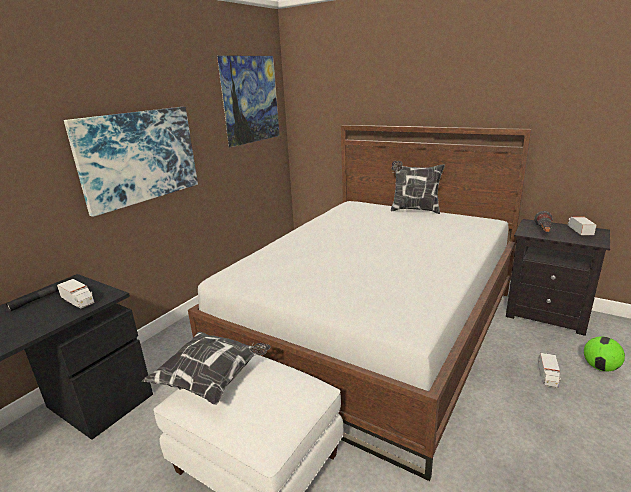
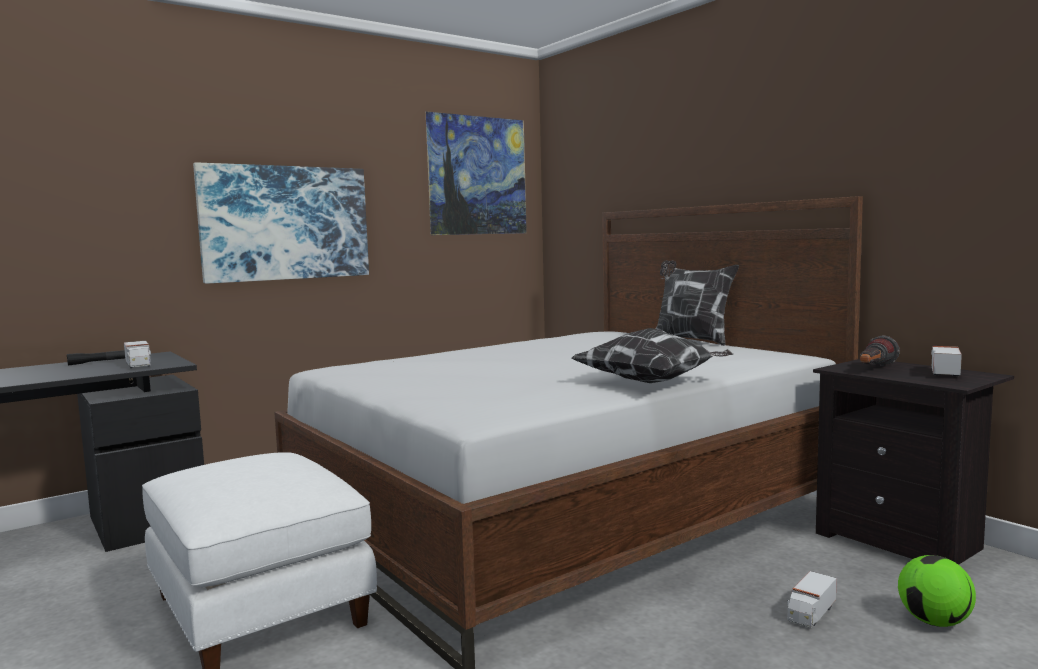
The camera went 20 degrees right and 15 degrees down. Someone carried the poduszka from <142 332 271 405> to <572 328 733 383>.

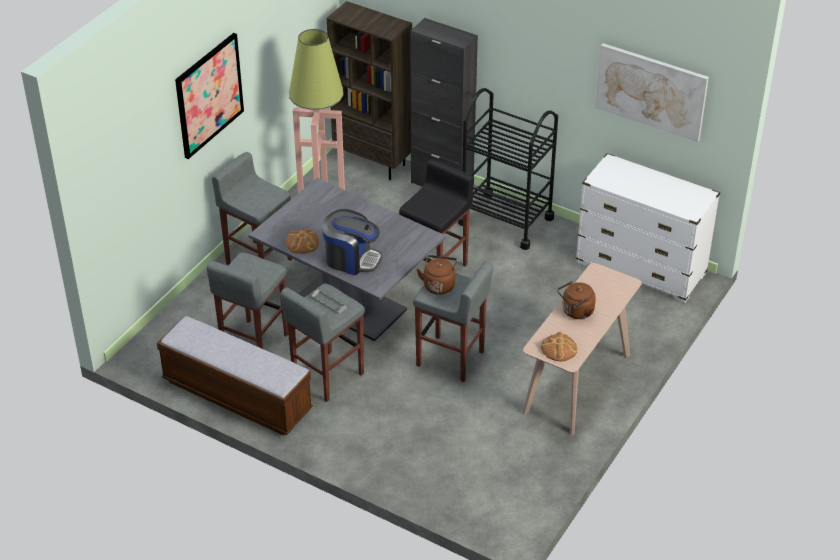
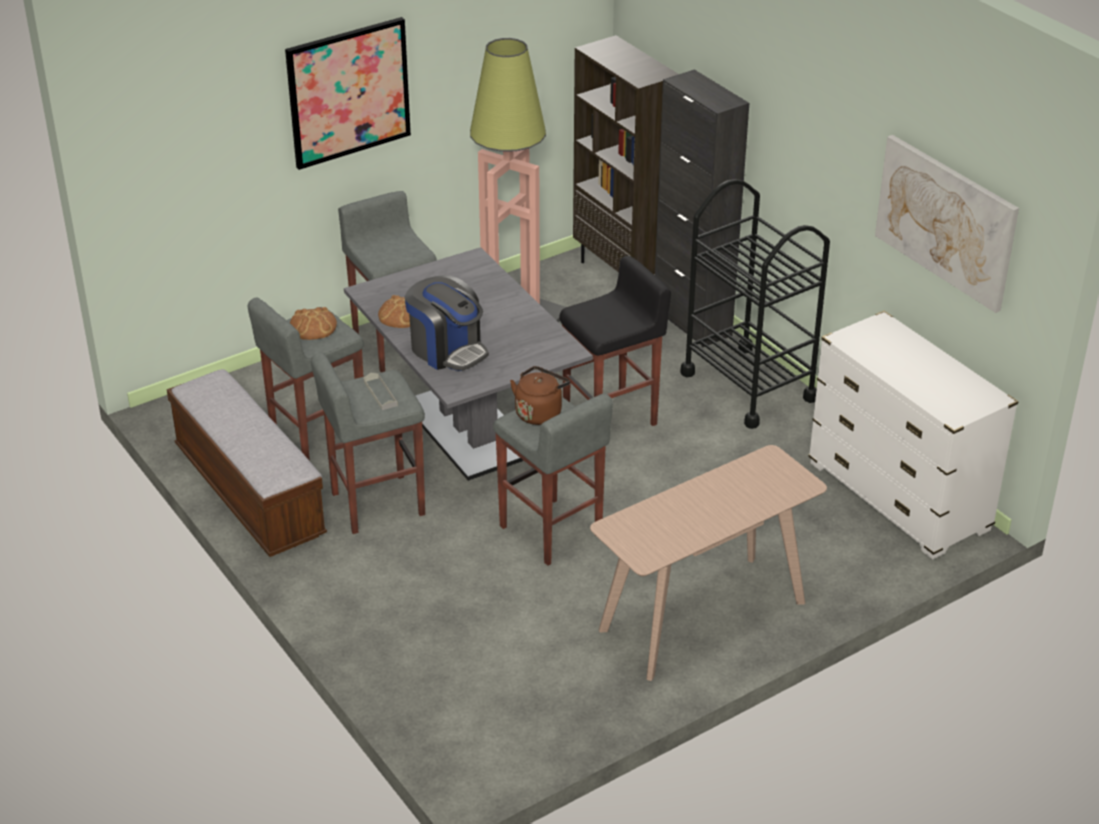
The camera went 25 degrees right and 5 degrees down. Someone took away the czajnik [brązowy] at <557 281 596 319>. Someone carried the chleb from <541 332 577 362> to <290 307 337 340>.

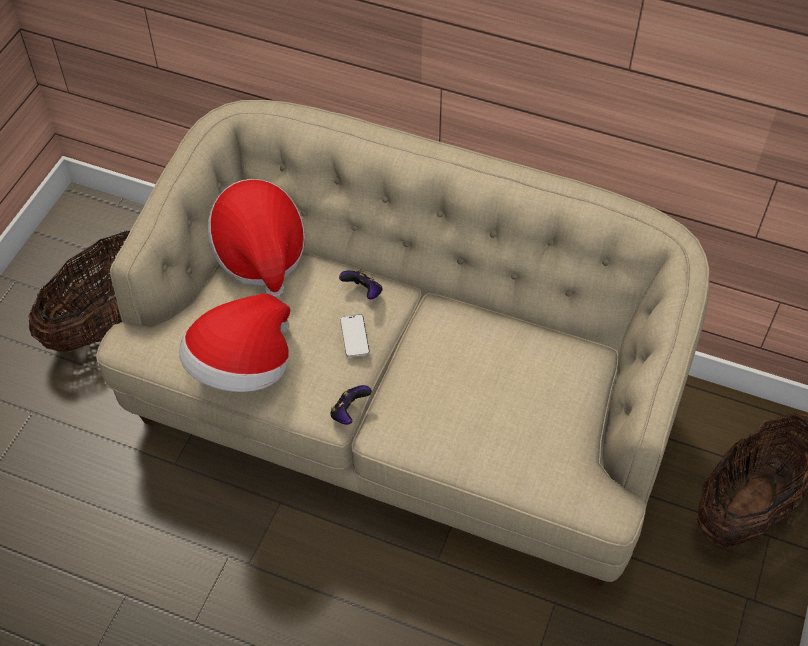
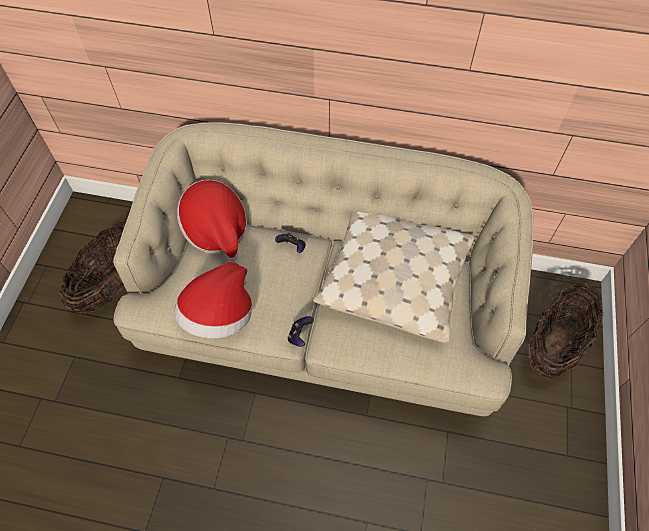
The camera went 10 degrees left and 5 degrees up. Someone took away the telefon at <340 314 369 357>. Someone put down the poduszka [beżowy] at <313 212 474 343>.

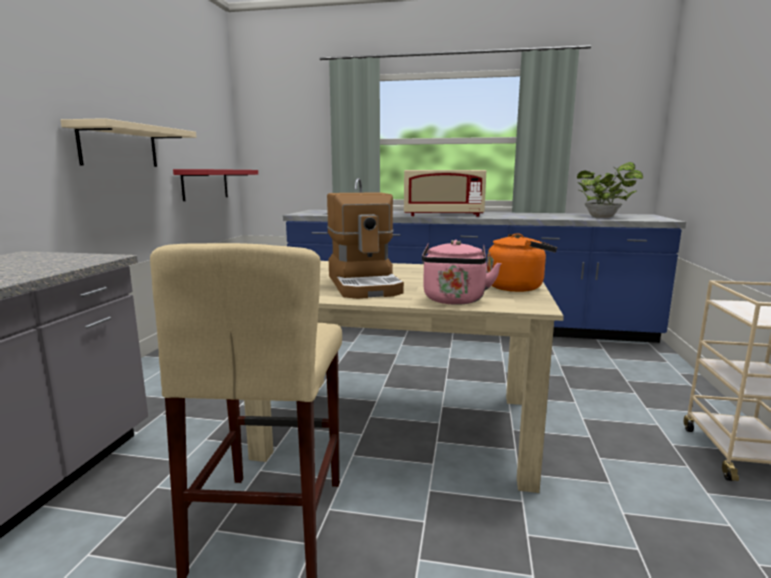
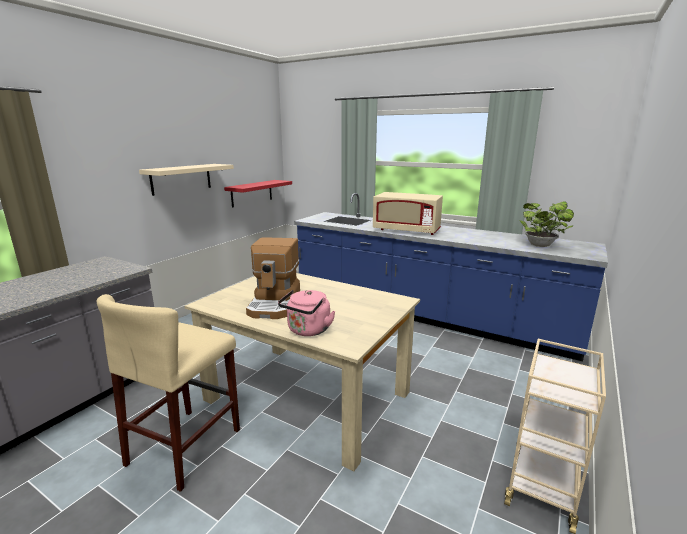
The camera went 20 degrees right and 5 degrees up. Someone took away the czajnik [pomarańczowy] at <487 233 557 292>.

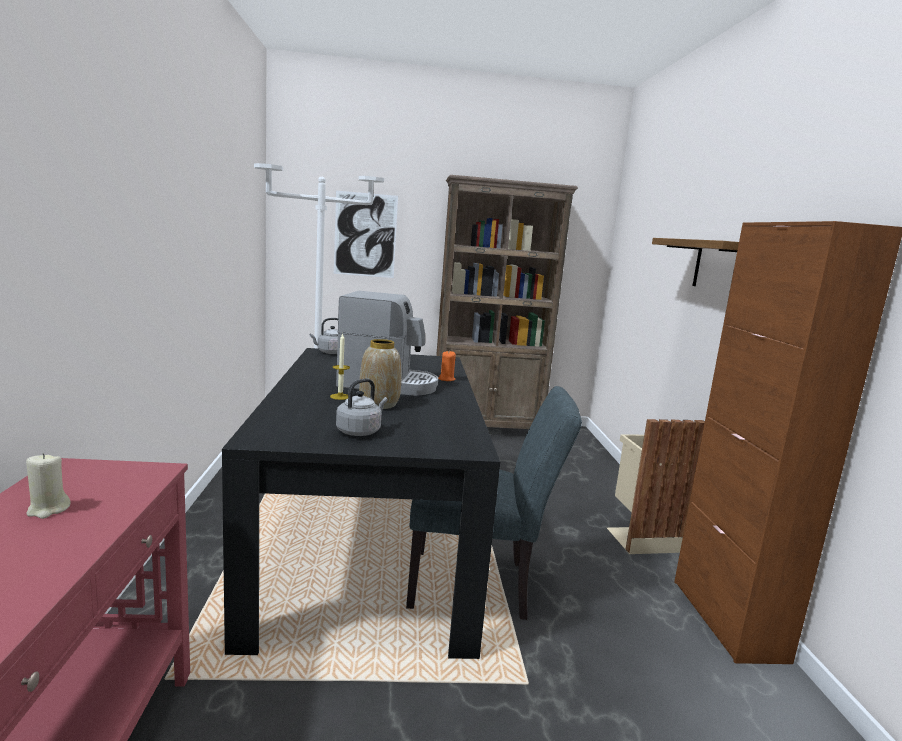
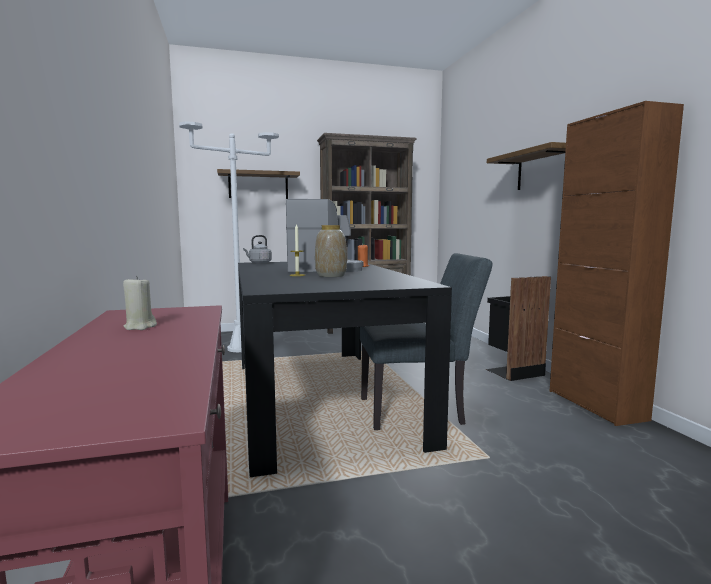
The camera went 10 degrees left and 5 degrees down. Someone took away the czajnik [szary] at <336 378 388 436>. Someone swapped the obraz at <334 191 398 278> for the półka at <217 169 300 199>. Someone repainted the kosz na śmieci [beżowy] at <607 419 705 554>, which became the kosz na śmieci [czarny] at <486 276 551 381>.

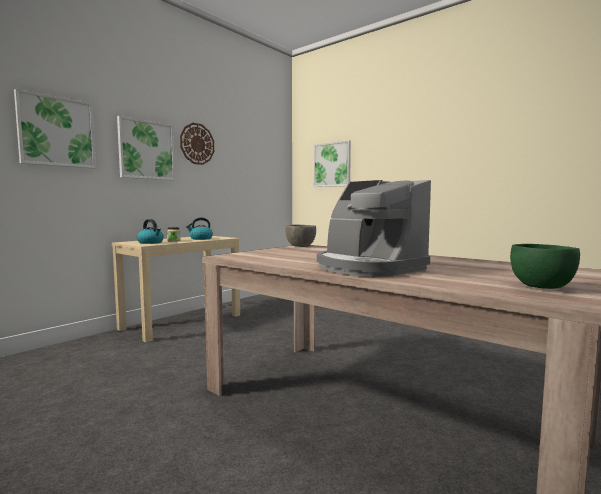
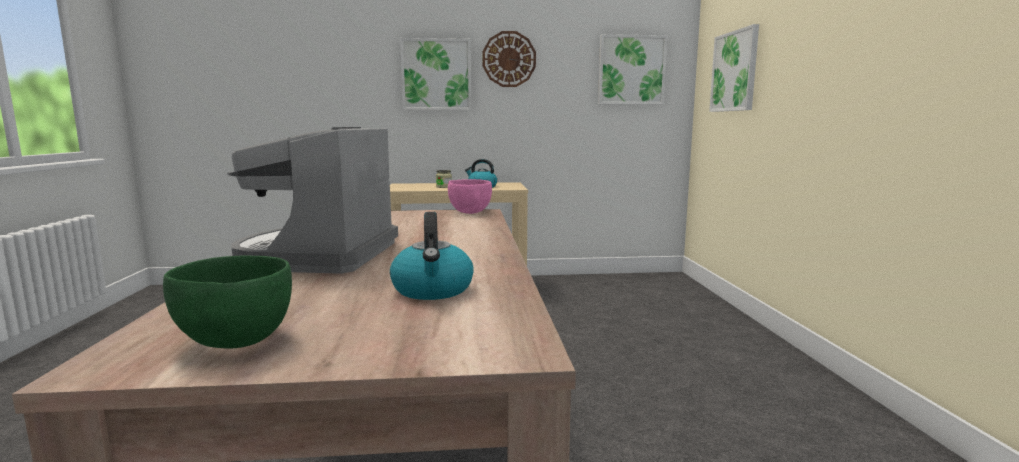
The camera went 45 degrees right and 5 degrees up. Someone carried the obraz from <14 89 96 168> to <598 34 667 105>. Someone carried the czajnik from <137 219 164 244> to <390 212 474 300>. Someone repainted the miska [szary] at <285 225 316 247>, which became the miska [różowy] at <448 179 492 214>.

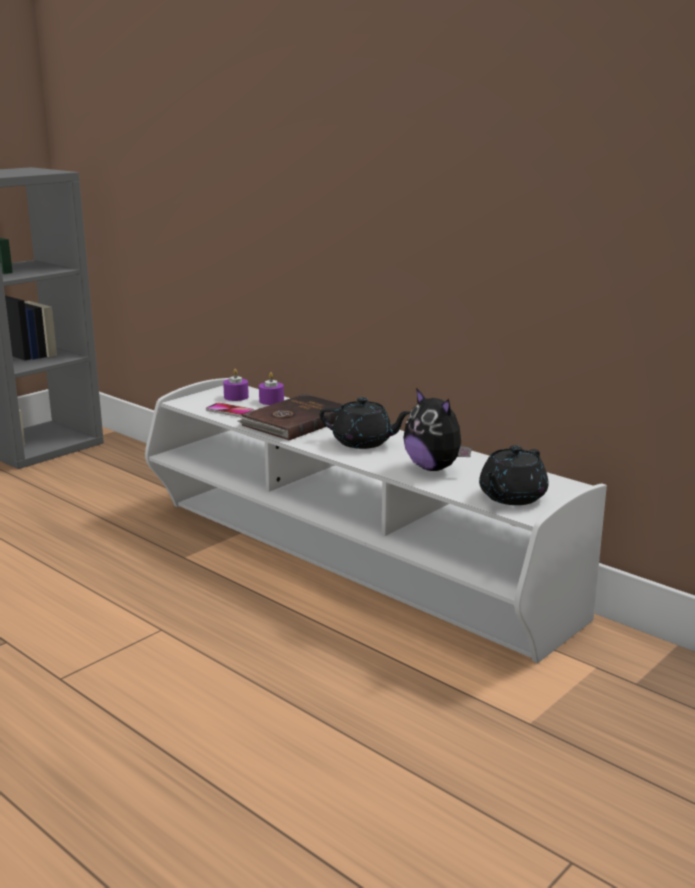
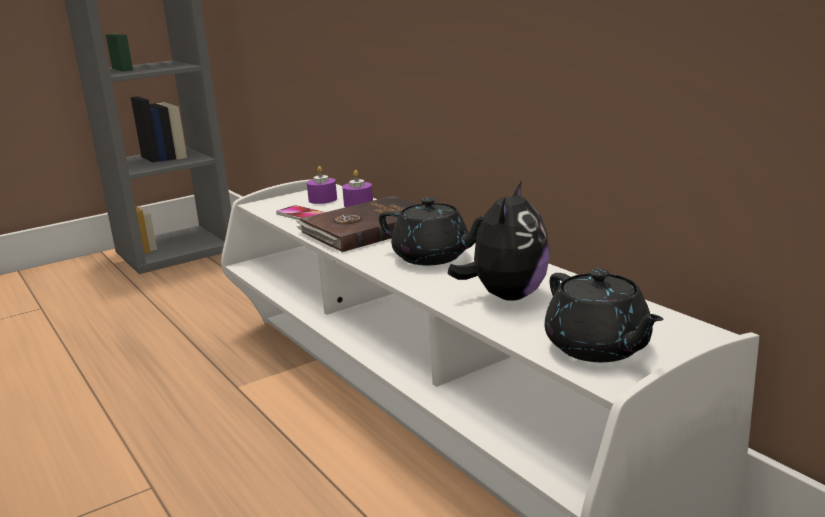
The camera went 15 degrees right and 0 degrees up. Someone rotated the pluszak at <403 388 472 471> by 135 degrees counterclockwise. Someone rotated the imbryk [czarny] at <479 445 548 505> by 75 degrees counterclockwise.

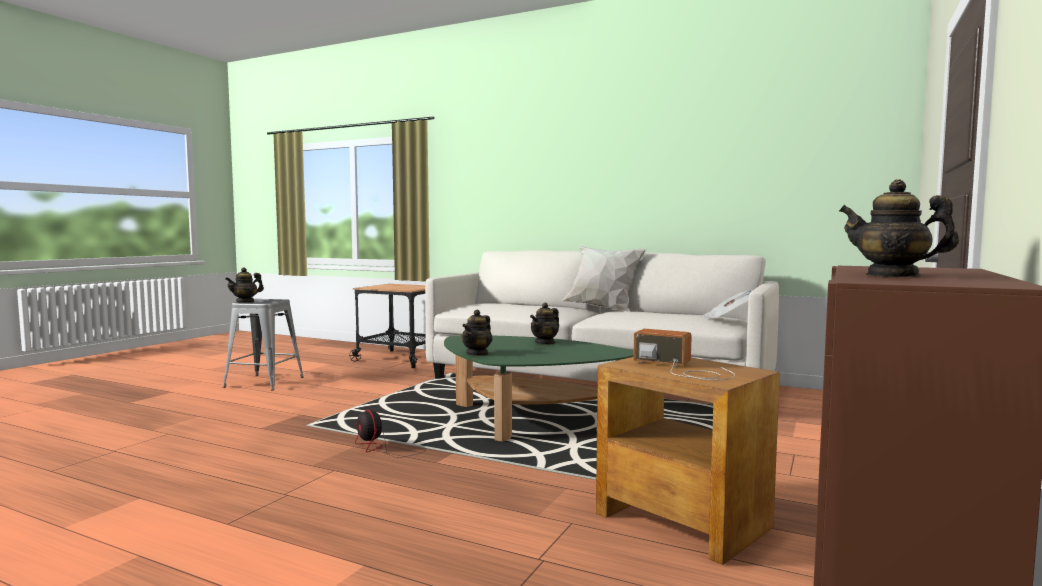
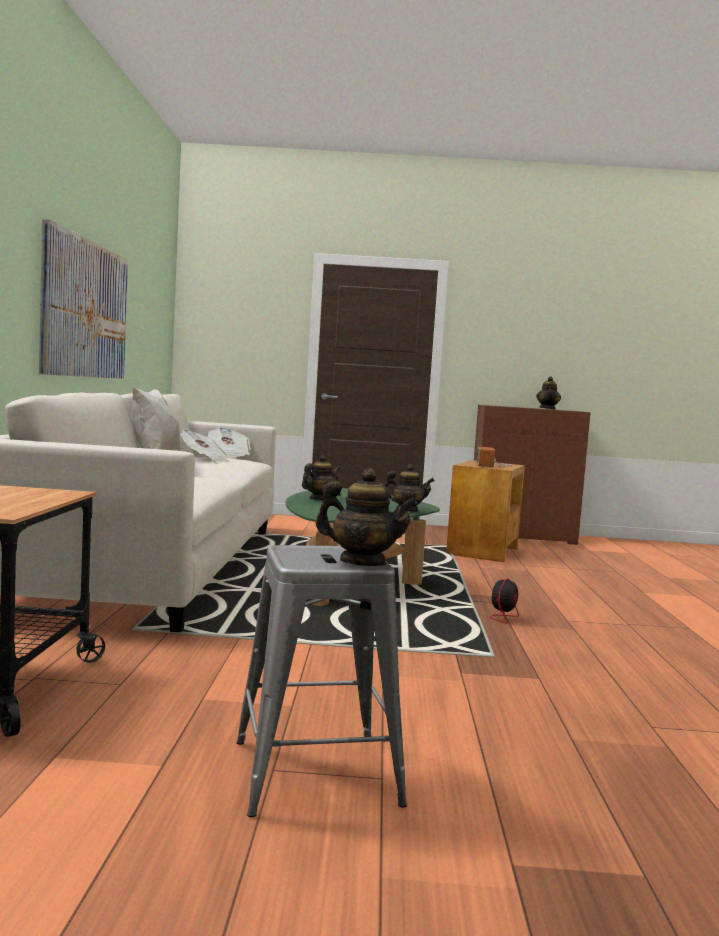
The camera went 115 degrees left and 0 degrees up. Someone put up the obraz at <39 219 128 379>. Someone put down the gazeta at <180 429 229 462>. Someone rotated the imbryk at <530 302 559 345> by 60 degrees counterclockwise.

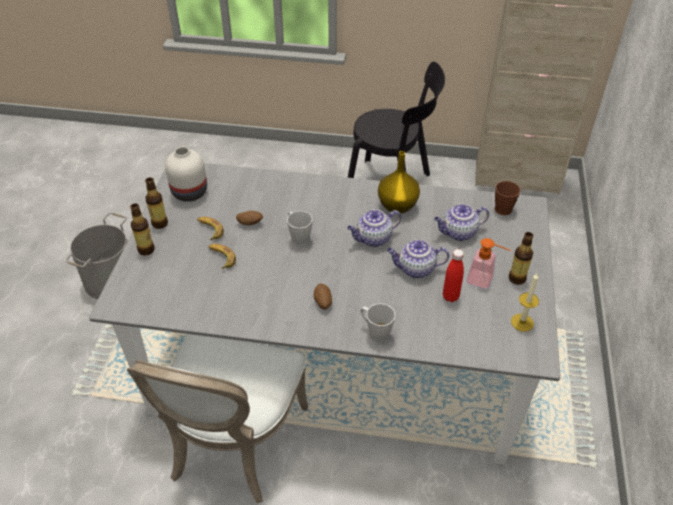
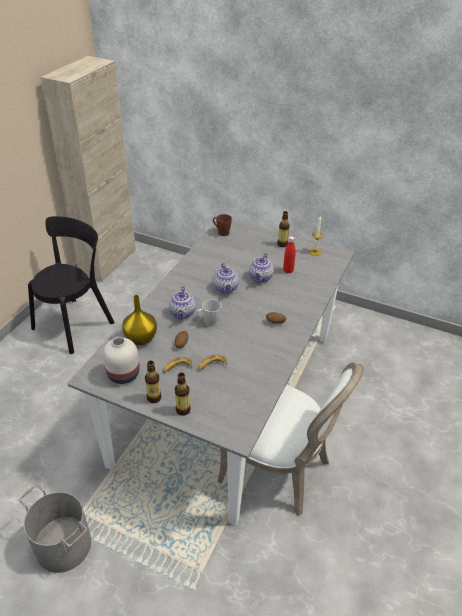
The camera went 75 degrees left and 5 degrees down. Someone took away the kubek [szary] at <361 303 396 343>. Someone took away the dozownik mydła at <466 238 510 289>. Someone carried the wazon [żółty] from <378 151 420 214> to <122 295 157 345>. Someone carried the imbryk from <434 204 489 241> to <169 286 196 320>.

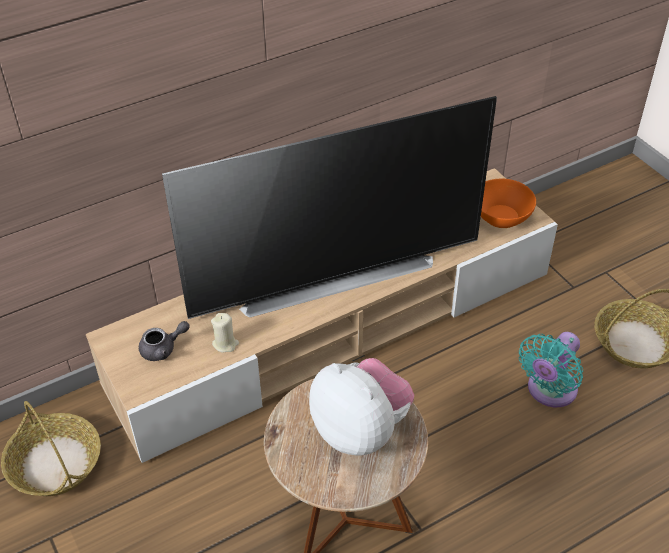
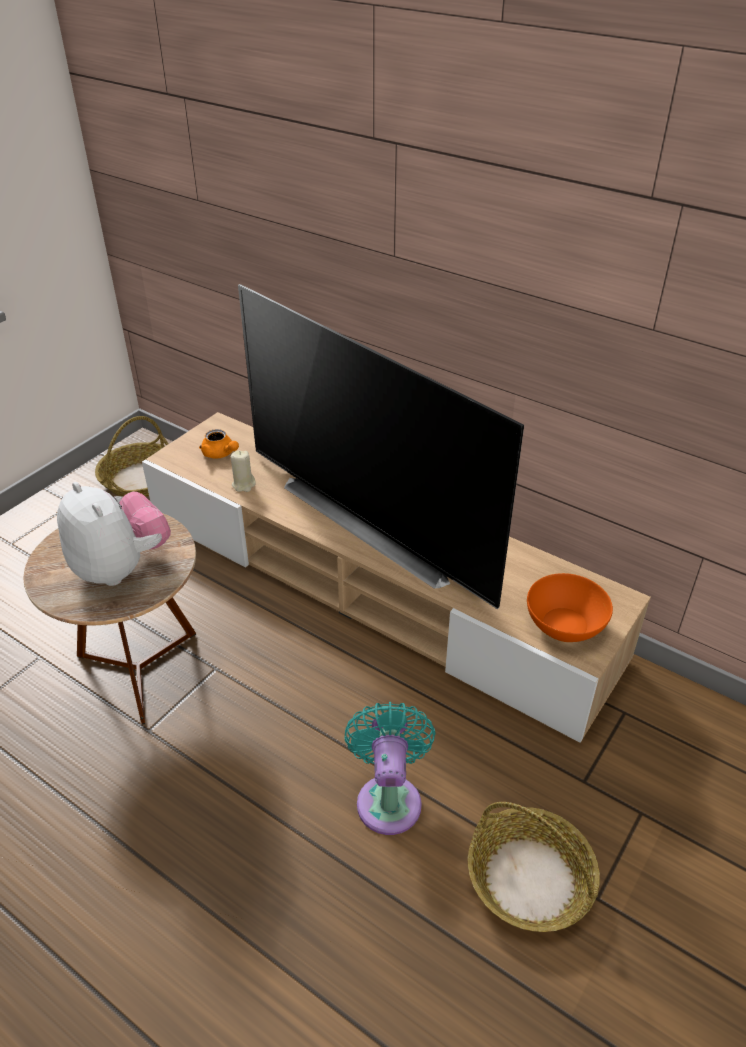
The camera went 65 degrees right and 5 degrees down. Someone repainted the imbryk [szary] at <139 321 190 361>, which became the imbryk [pomarańczowy] at <199 429 239 459>. Someone rotated the pluszak at <309 358 414 456> by 60 degrees counterclockwise. Someone rotated the wentylator [turkusowy] at <519 332 583 407> by 75 degrees clockwise.

